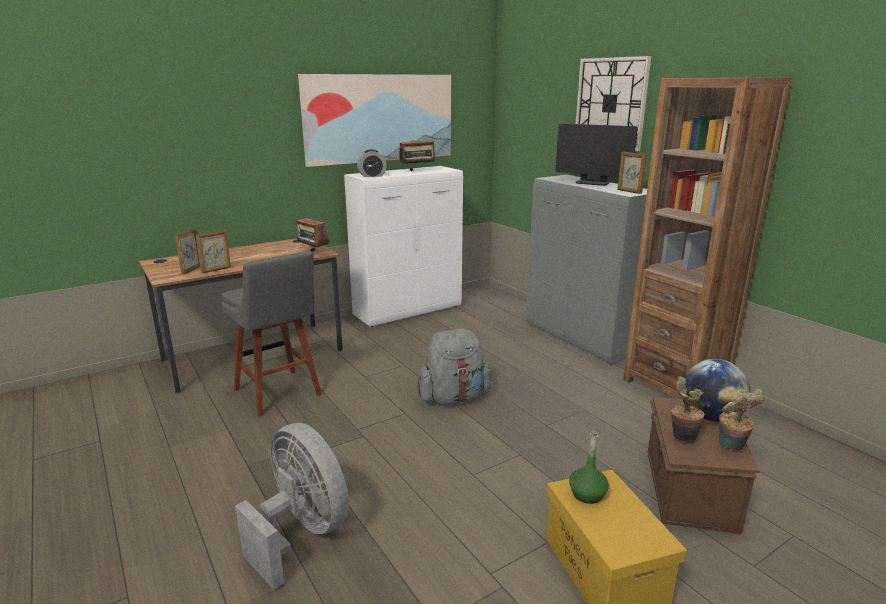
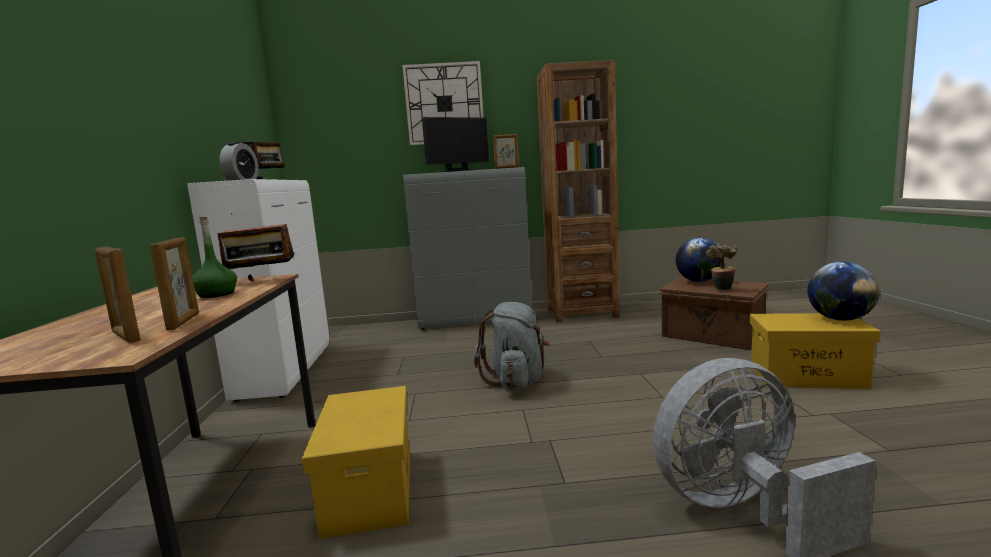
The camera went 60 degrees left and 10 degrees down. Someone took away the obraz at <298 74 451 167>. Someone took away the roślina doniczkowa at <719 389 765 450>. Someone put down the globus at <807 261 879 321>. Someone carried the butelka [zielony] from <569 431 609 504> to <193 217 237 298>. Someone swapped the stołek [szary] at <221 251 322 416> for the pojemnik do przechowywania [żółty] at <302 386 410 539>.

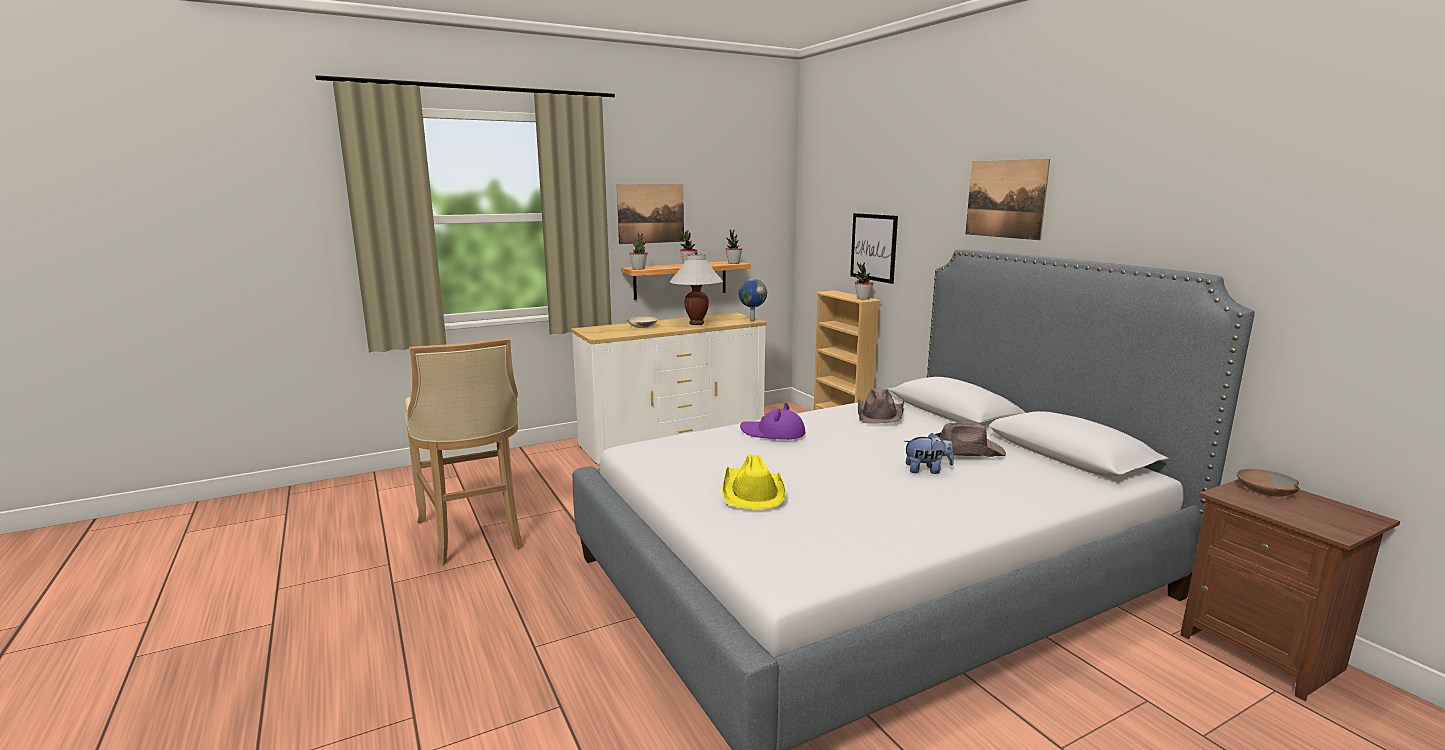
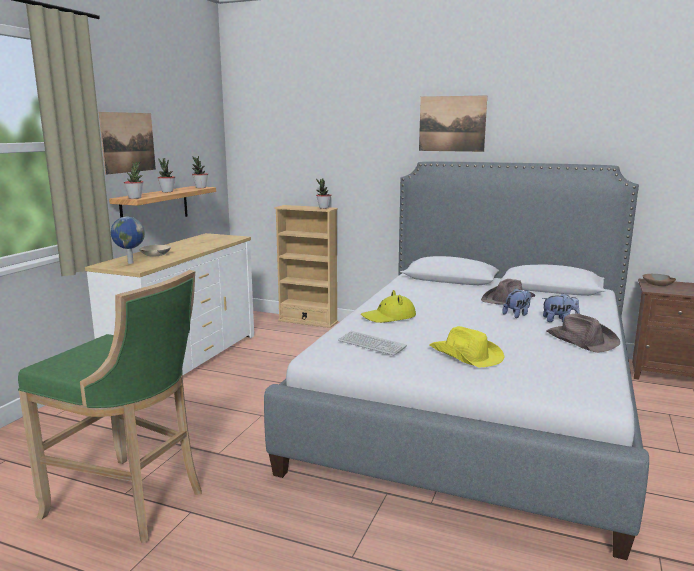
The camera went 40 degrees left and 0 degrees up. Someone took away the lampa stołowa [biały] at <669 252 723 325>. Someone took away the obraz at <850 213 898 284>. Someone put down the klawiatura at <338 331 407 355>. Someone put down the pluszak at <542 293 580 322>. Someone carried the globus from <739 279 767 321> to <111 217 145 264>. Someone carried the kapelusz [brązowy] from <858 389 904 424> to <546 313 620 353>. Someone repainted the stołek [beżowy] at <405 338 523 565>, which became the stołek [zielony] at <18 270 202 543>. Someone repainted the kapelusz [fioletowy] at <740 403 805 440>, which became the kapelusz [żółty] at <361 290 416 323>.

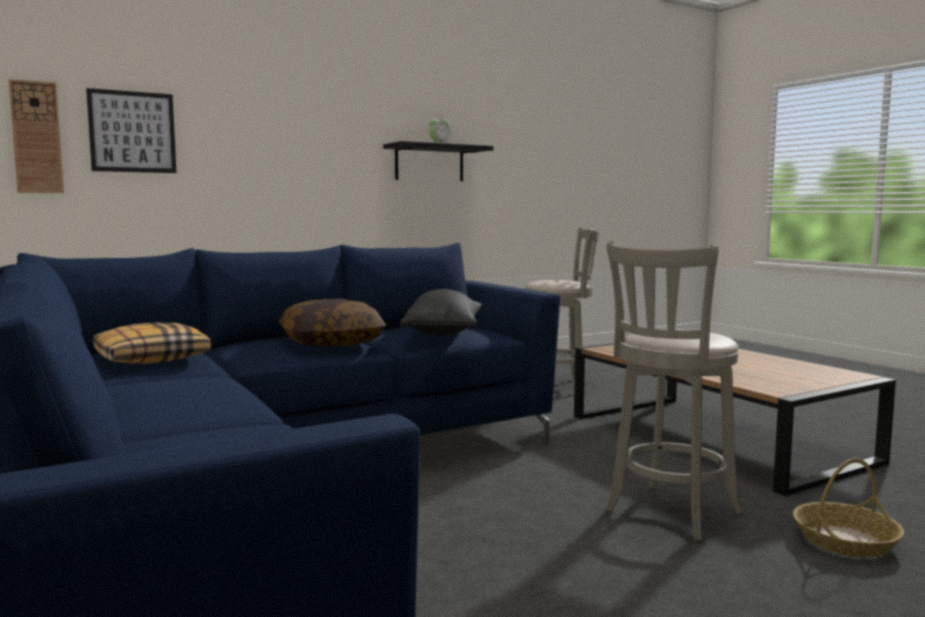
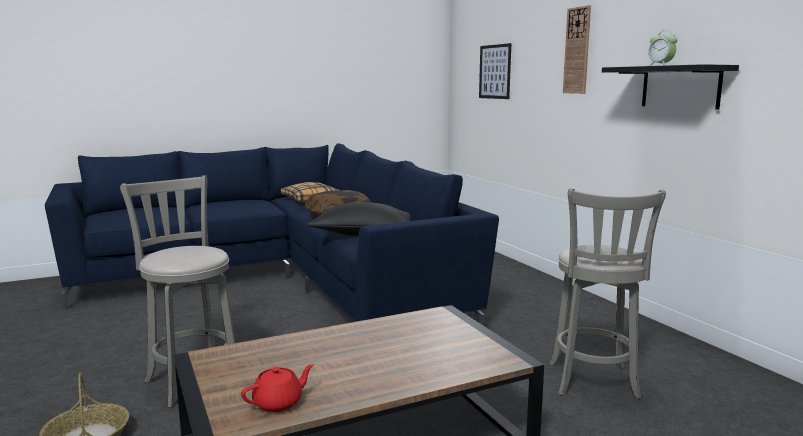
The camera went 95 degrees right and 5 degrees up. Someone put down the imbryk [czerwony] at <241 364 314 412>. Someone carried the zegar ścienny from <9 79 64 193> to <563 5 591 94>.

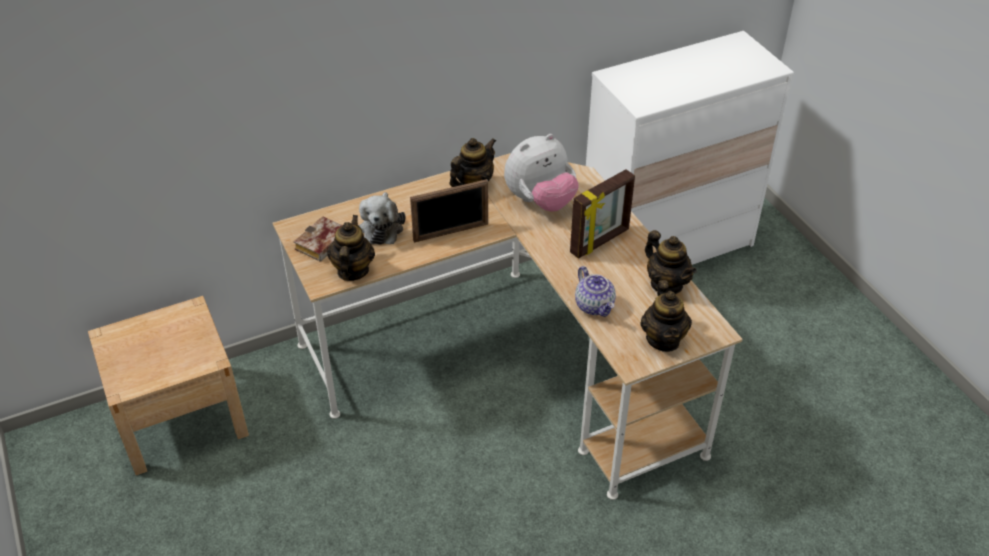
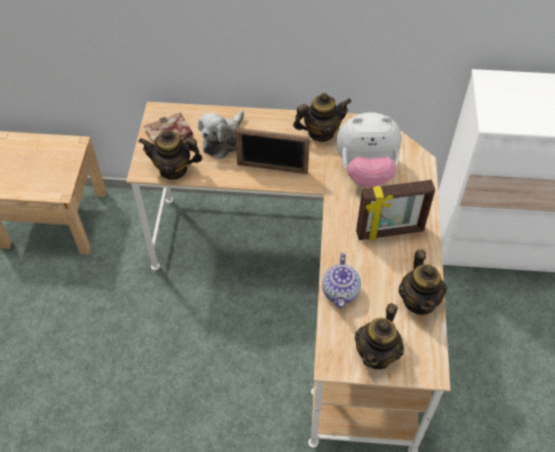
The camera went 30 degrees right and 10 degrees up. Someone rotated the imbryk at <327 215 375 281> by 120 degrees counterclockwise.

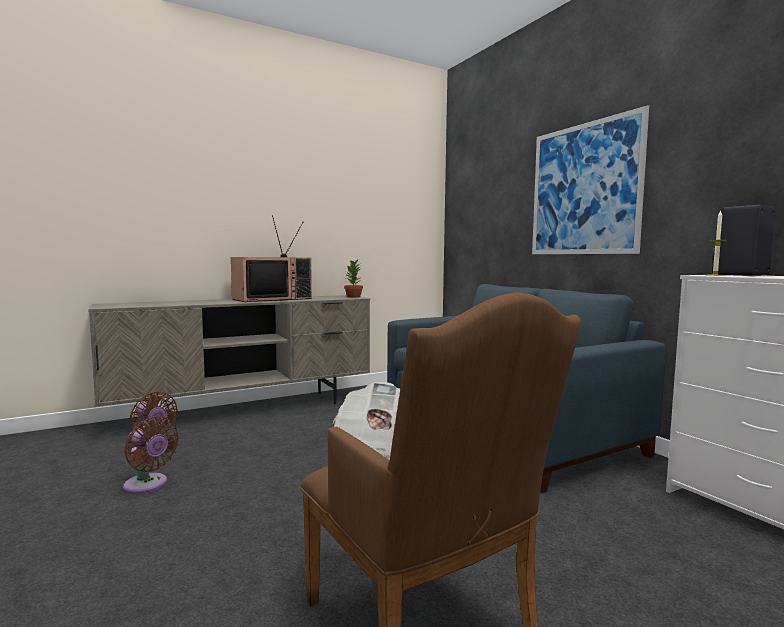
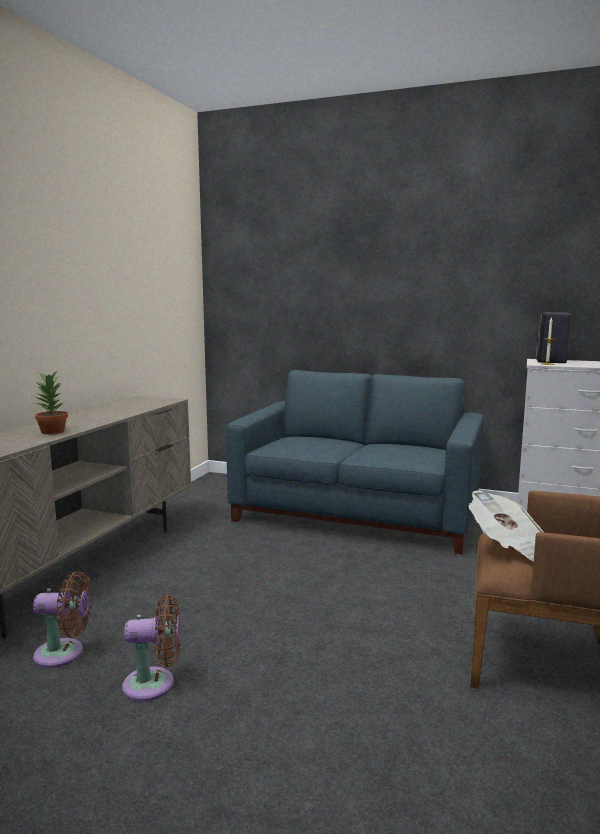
The camera went 40 degrees left and 5 degrees up. Someone took away the telewizor at <231 215 312 302>. Someone took away the obraz at <532 105 649 254>. Someone carried the roślina doniczkowa from <344 259 363 298> to <35 370 68 434>.

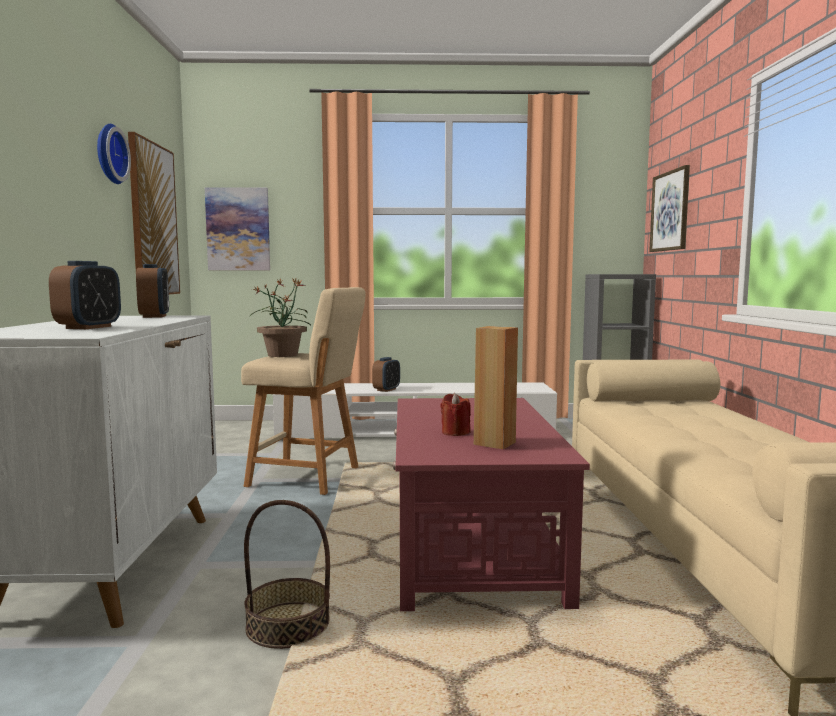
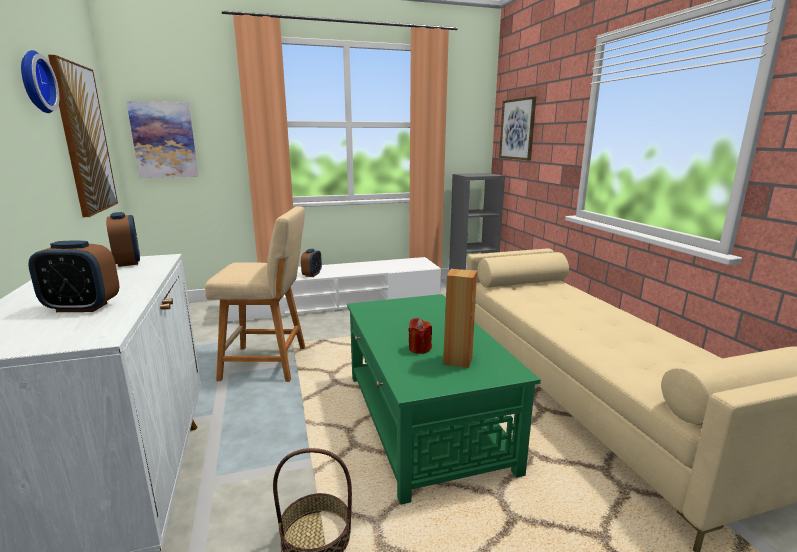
The camera went 15 degrees left and 10 degrees up. Someone took away the roślina doniczkowa at <249 278 311 357>. Someone repainted the ława [czerwony] at <393 398 590 611>, which became the ława [zielony] at <347 294 541 505>. Someone rotated the budzik at <49 261 121 329> by 90 degrees clockwise.

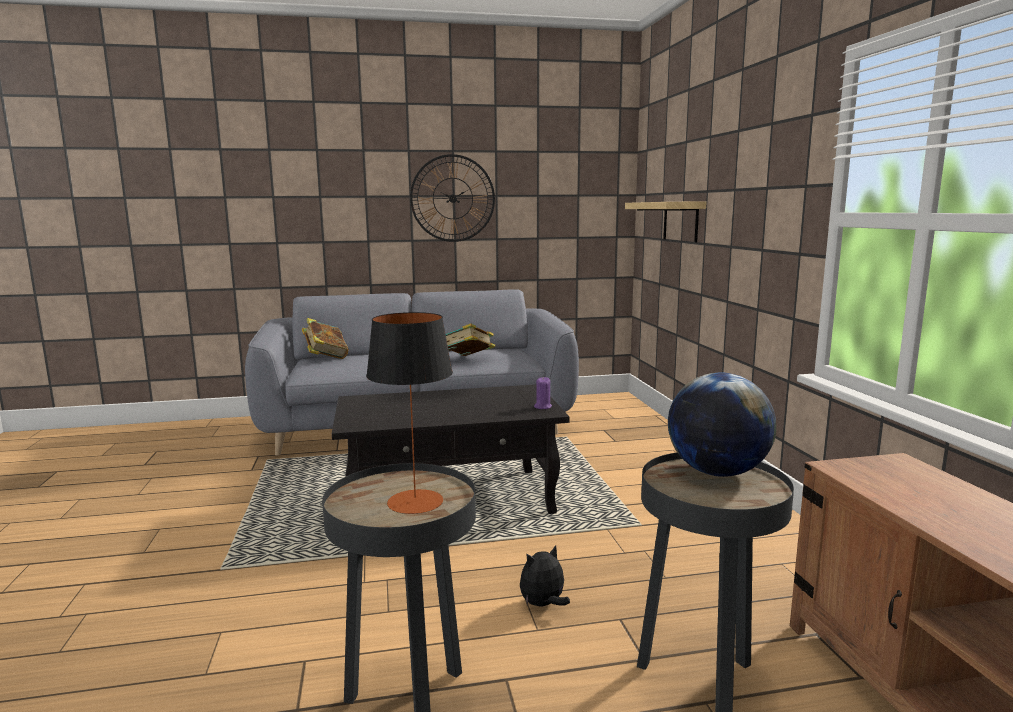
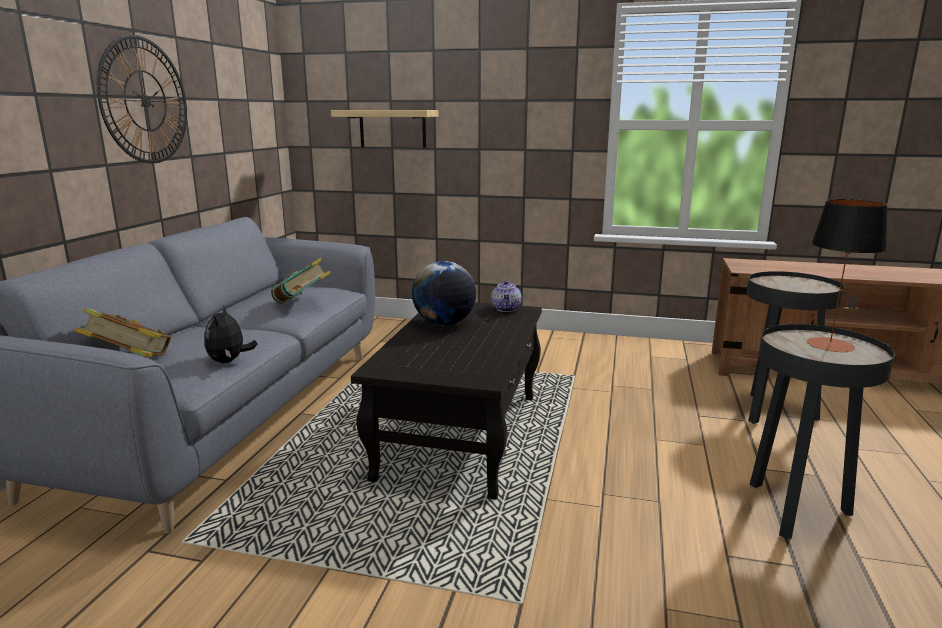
The camera went 65 degrees left and 5 degrees up. Someone carried the pluszak from <520 545 570 606> to <204 305 257 363>. Someone carried the globus from <668 372 776 477> to <412 261 476 325>. Someone swapped the świeca [fioletowy] at <534 377 552 409> for the imbryk at <491 280 522 312>.

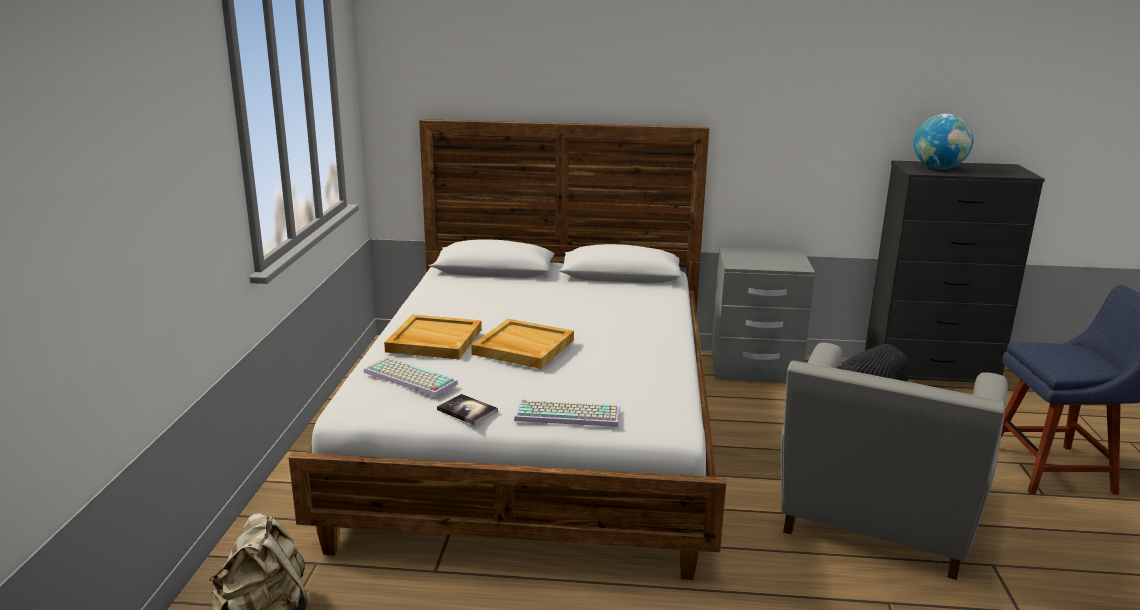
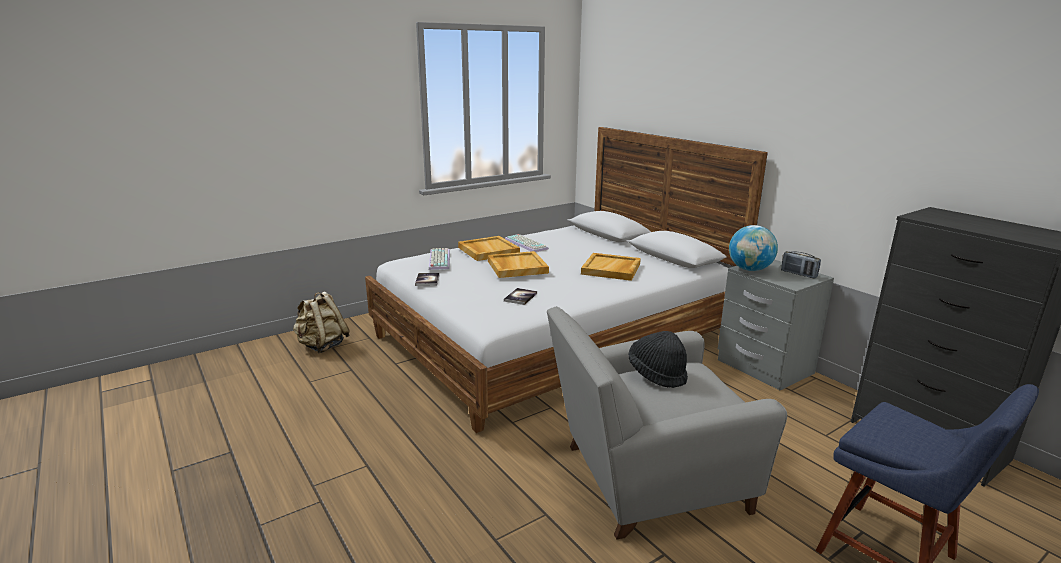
The camera went 50 degrees right and 0 degrees up. Someone put down the książka at <504 288 537 305>. Someone put down the taca [beżowy] at <581 253 641 281>. Someone put down the radio at <781 251 821 278>. Someone carried the klawiatura from <514 400 620 427> to <505 234 549 252>. Someone carried the globus from <914 114 973 170> to <729 225 778 271>.

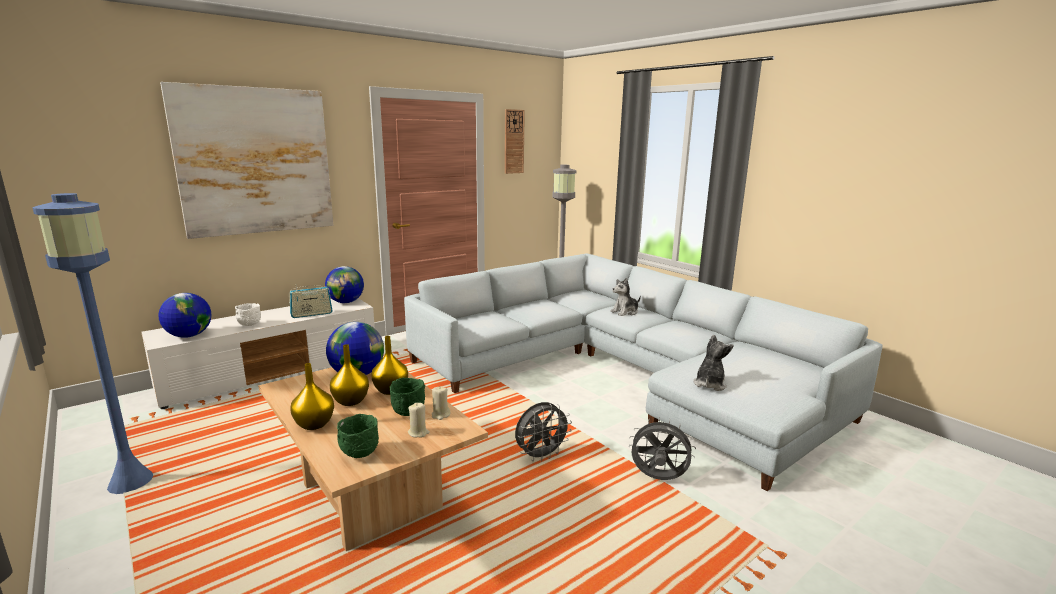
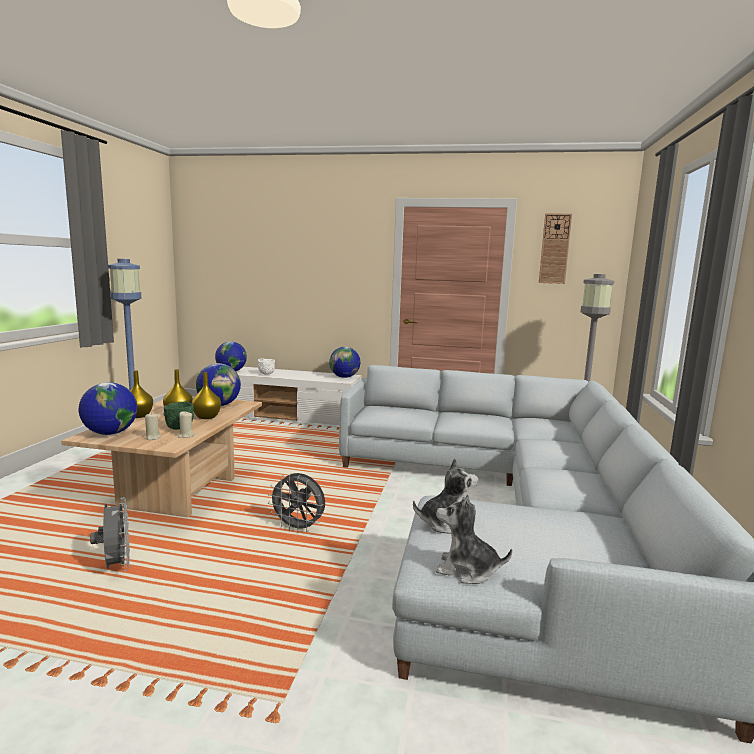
The camera went 50 degrees right and 5 degrees down. Someone took away the obraz at <160 82 333 239>. Someone took away the radio at <289 284 333 318>. Someone carried the pluszak from <610 278 641 316> to <436 495 512 584>. Someone carried the wentylator [szary] from <629 417 696 480> to <90 497 130 571>. Someone swapped the miska [zielony] at <337 414 379 458> for the globus at <79 382 137 435>.

